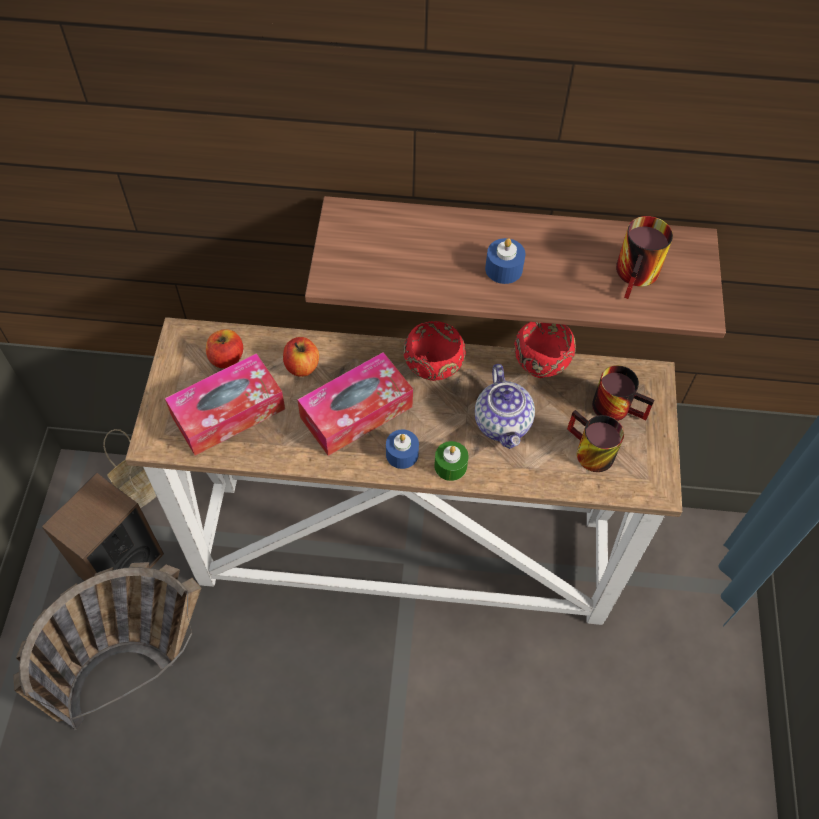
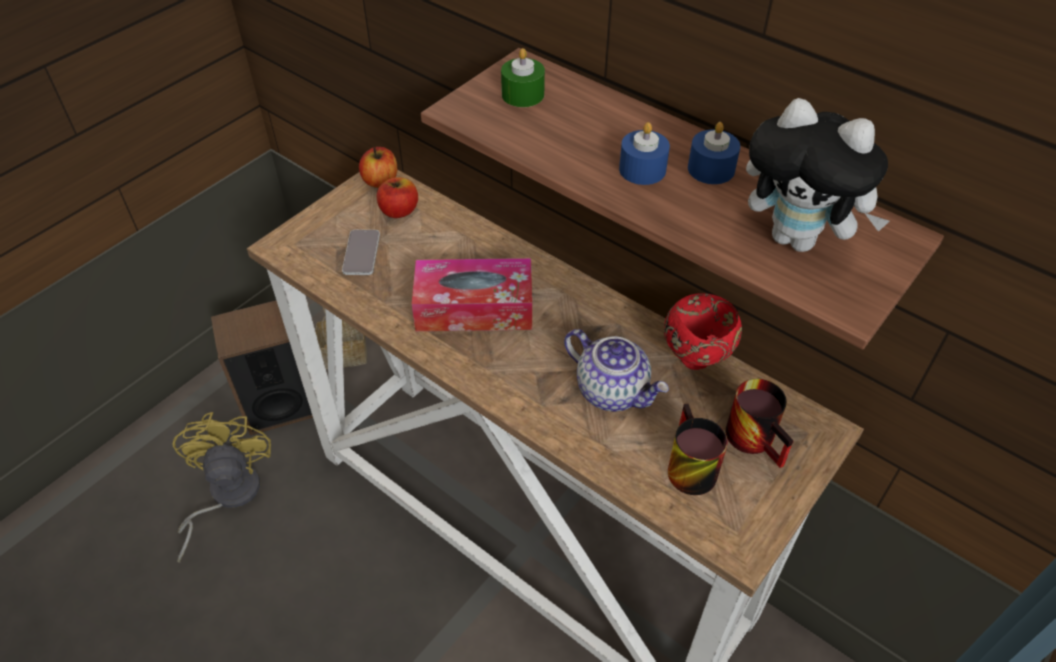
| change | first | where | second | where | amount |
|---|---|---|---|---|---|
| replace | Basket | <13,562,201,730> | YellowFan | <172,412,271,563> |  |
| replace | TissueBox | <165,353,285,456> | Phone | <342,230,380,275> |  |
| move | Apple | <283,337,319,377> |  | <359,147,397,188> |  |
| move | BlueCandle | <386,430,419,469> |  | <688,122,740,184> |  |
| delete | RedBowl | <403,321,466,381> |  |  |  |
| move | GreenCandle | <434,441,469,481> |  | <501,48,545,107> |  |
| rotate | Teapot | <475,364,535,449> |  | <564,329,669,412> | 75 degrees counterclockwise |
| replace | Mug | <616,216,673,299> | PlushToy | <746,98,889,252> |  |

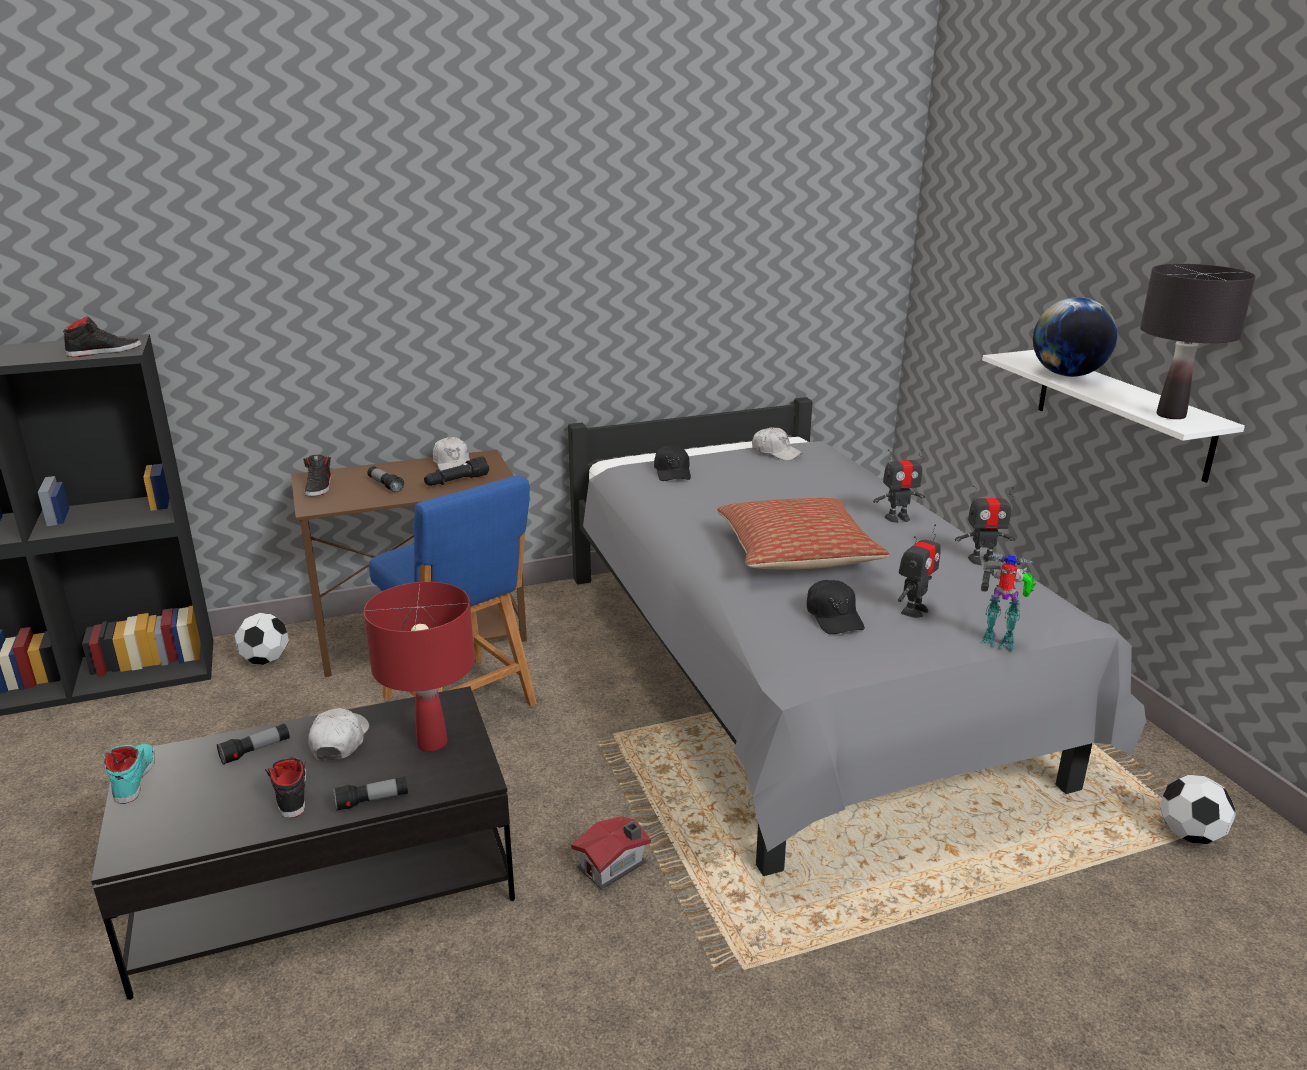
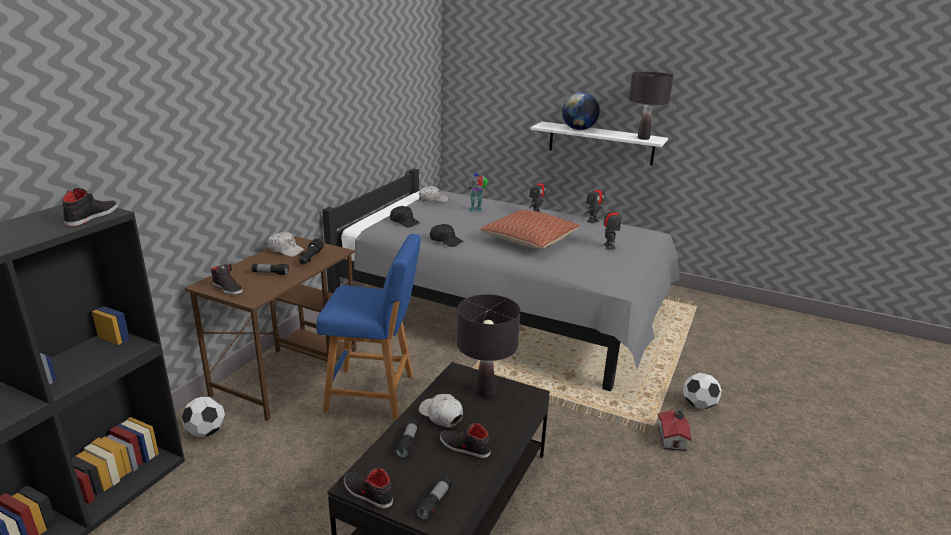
| change | first | where | second | where | amount |
|---|---|---|---|---|---|
| recolor | TurquoiseShoe | <102,744,155,804> | BlackShoe | <344,466,393,509> |  |
| move | Flashlight | <333,776,408,812> |  | <415,476,452,521> |  |
| recolor | RedTableLamp | <364,582,475,752> | BlackTableLamp | <457,294,521,397> |  |
| move | ToyHouse | <571,816,651,890> |  | <658,410,692,451> |  |
| move | BlackCap | <807,580,865,634> |  | <430,224,464,247> |  |
| move | ToyRobot | <980,553,1036,650> |  | <468,173,488,212> |  |
| move | Football | <1160,775,1236,844> |  | <683,373,722,409> |  |

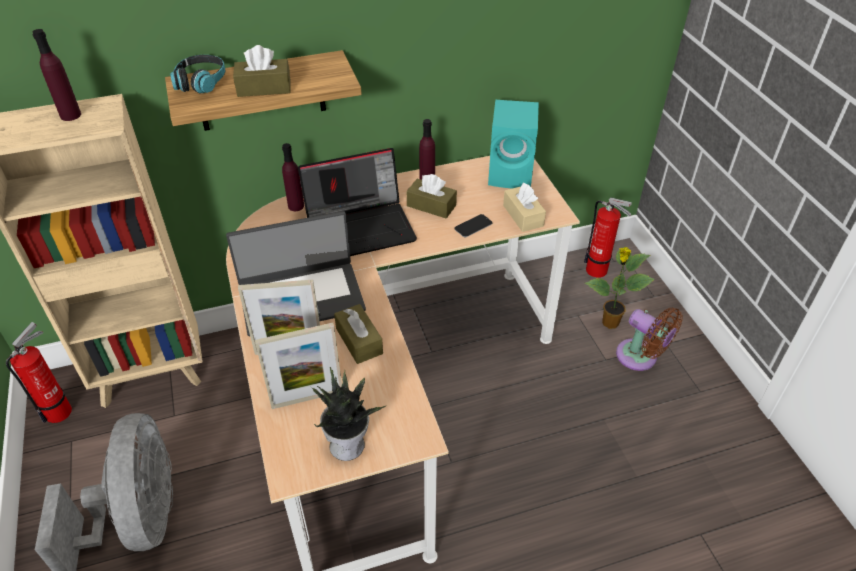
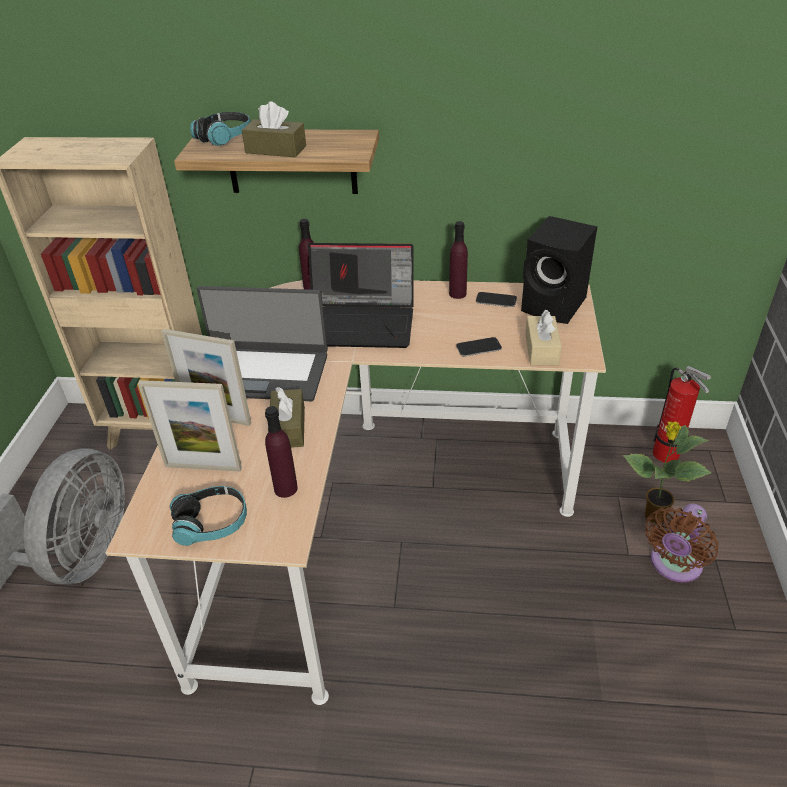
| change | first | where | second | where | amount |
|---|---|---|---|---|---|
| delete | FireExtinguisher | <6,322,72,423> |  |  |  |
| move | PurpleBottle | <33,29,81,121> |  | <265,406,298,498> |  |
| replace | PottedPlant | <312,367,387,461> | Headphones | <170,486,247,546> |  |
| delete | BrownTissueBox | <407,174,457,218> |  |  |  |
| recolor | TurquoiseSpeaker | <488,100,539,188> | BlackSpeaker | <521,216,597,324> |  |
| rotate | BrownFan | <616,308,683,371> |  | <645,504,718,582> | 60 degrees clockwise |
| insert |  |  | Phone | <476,292,517,307> |  |

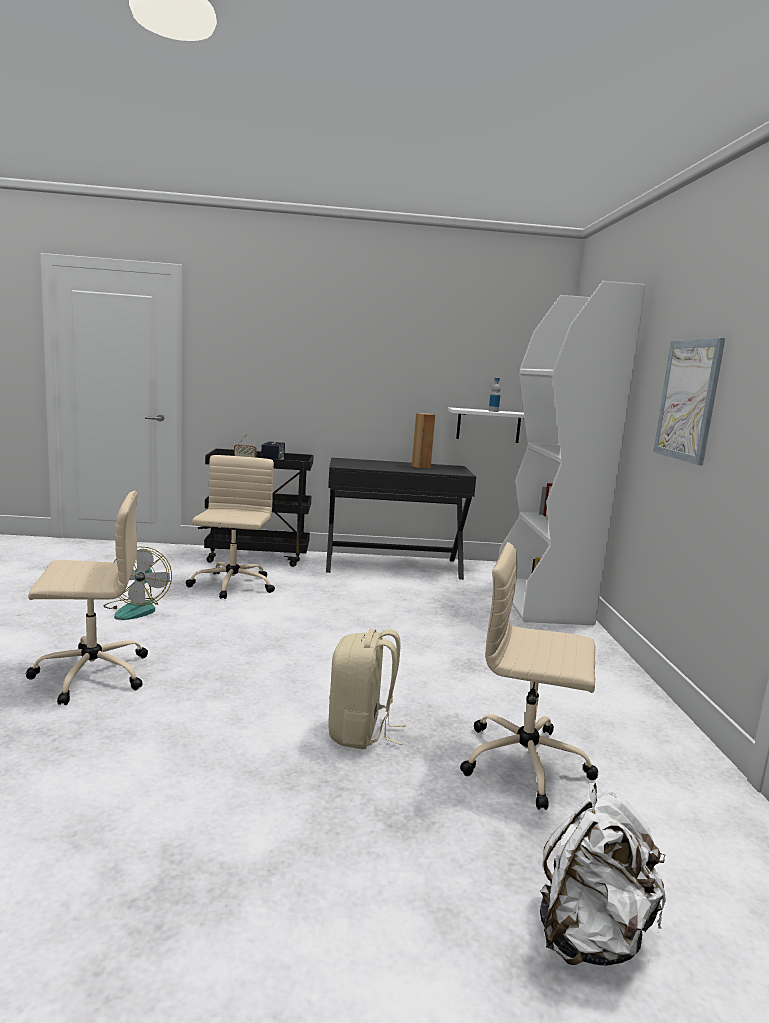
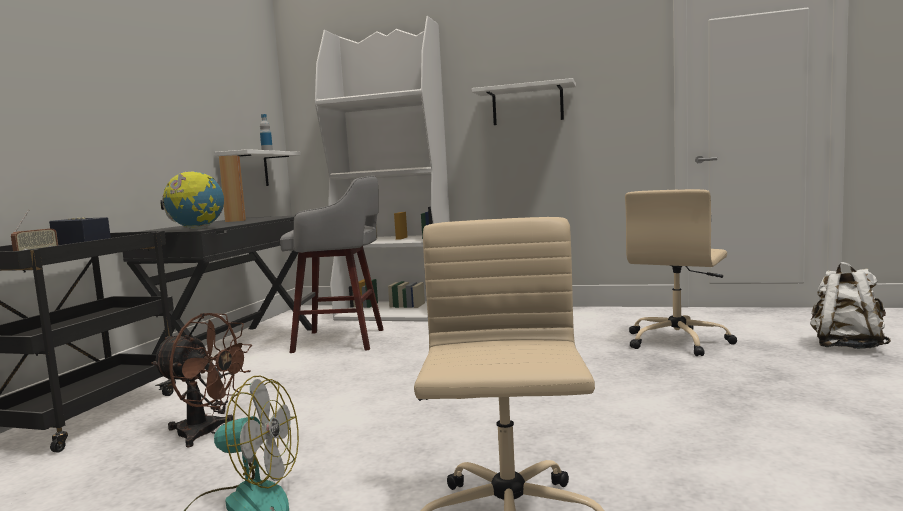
| change | first | where | second | where | amount |
|---|---|---|---|---|---|
| replace | BeigeOfficeChair | <186,455,275,599> | BrownFan | <151,313,252,447> |  |
| delete | BeigeBackpack | <328,629,406,750> |  |  |  |
| replace | Picture | <653,338,725,466> | WhiteShelf | <472,78,576,125> |  |
| insert |  |  | Globe | <160,171,224,229> |  |
| insert |  |  | GreyStool | <280,176,384,353> |  |

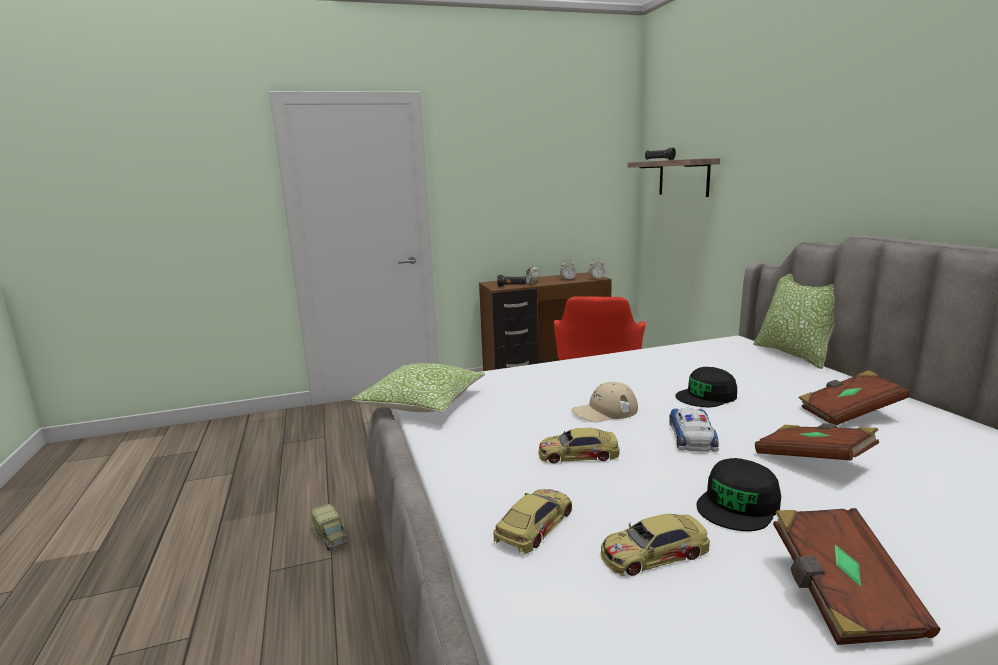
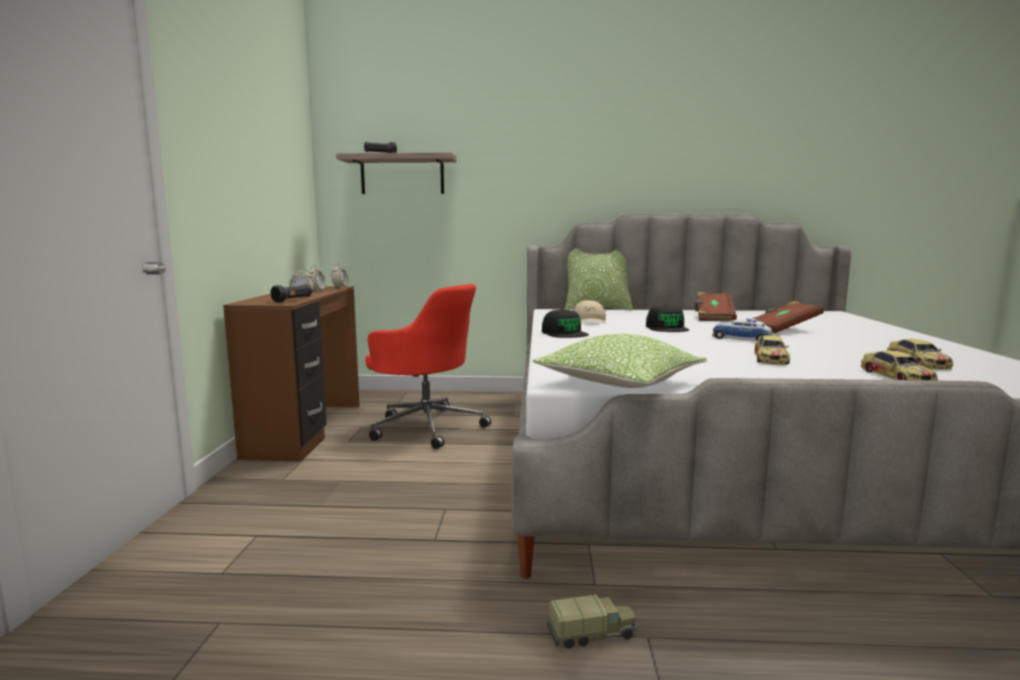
| change | first | where | second | where | amount |
|---|---|---|---|---|---|
| rotate | ToyCar | <493,489,572,554> |  | <861,350,938,381> | 150 degrees counterclockwise |
| move | BeigeCap | <571,382,638,422> |  | <572,300,606,323> |  |
| move | BlackCap | <696,458,781,531> |  | <542,309,589,338> |  |
| delete | BrownBook | <773,508,941,645> |  |  |  |

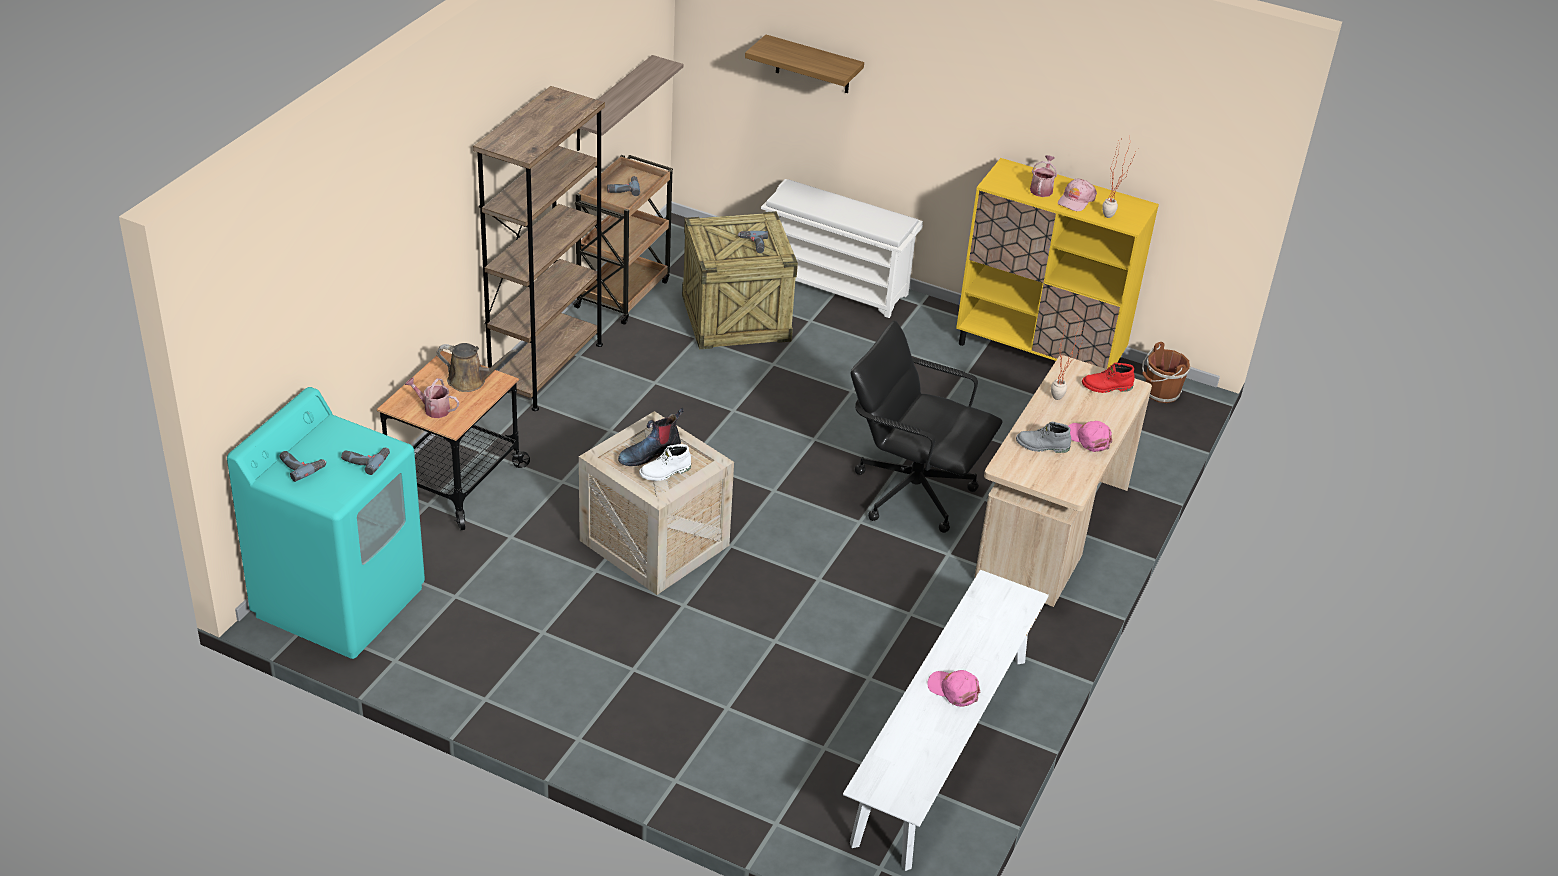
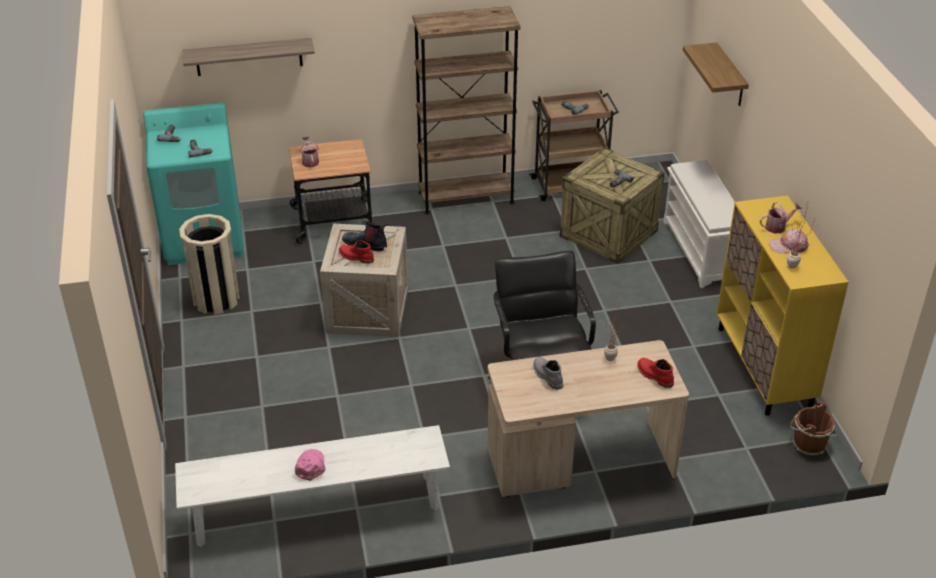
| change | first | where | second | where | amount |
|---|---|---|---|---|---|
| delete | BrownWateringCan | <436,343,517,392> |  |  |  |
| move | Shelf | <577,55,684,151> |  | <182,38,315,76> |  |
| recolor | WhiteBoot | <639,444,691,481> | RedBoot | <339,240,374,264> |  |
| delete | PinkCap | <1068,421,1112,452> |  |  |  |
| insert |  |  | BeigeTrashCan | <179,214,240,314> |  |

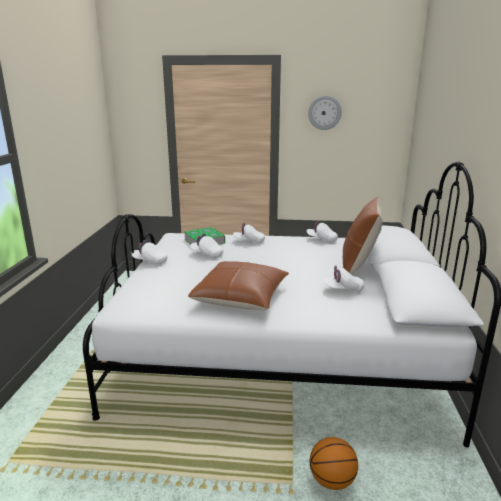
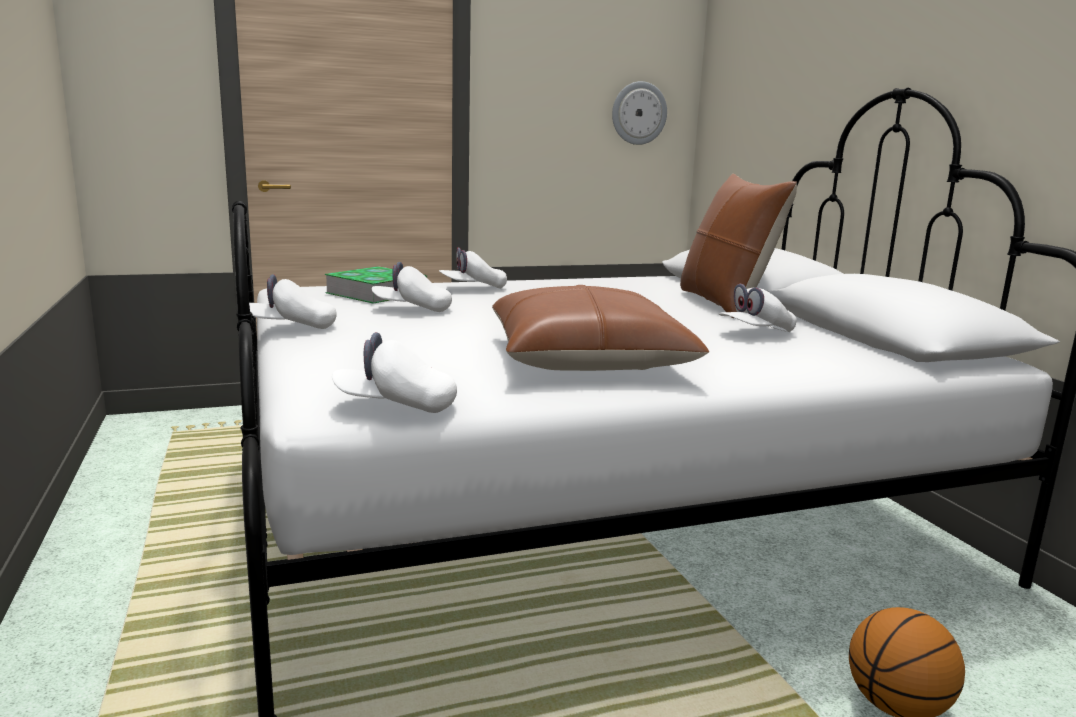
| change | first | where | second | where | amount |
|---|---|---|---|---|---|
| move | WhiteCap | <307,220,338,242> |  | <332,332,457,413> |  |
| move | WallClock | <308,96,342,130> |  | <612,81,667,145> |  |

